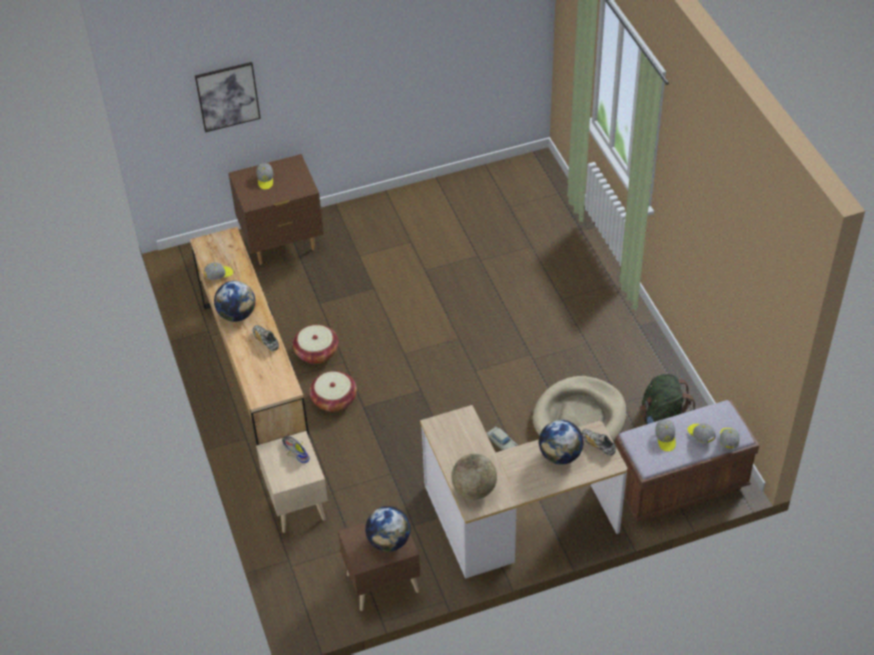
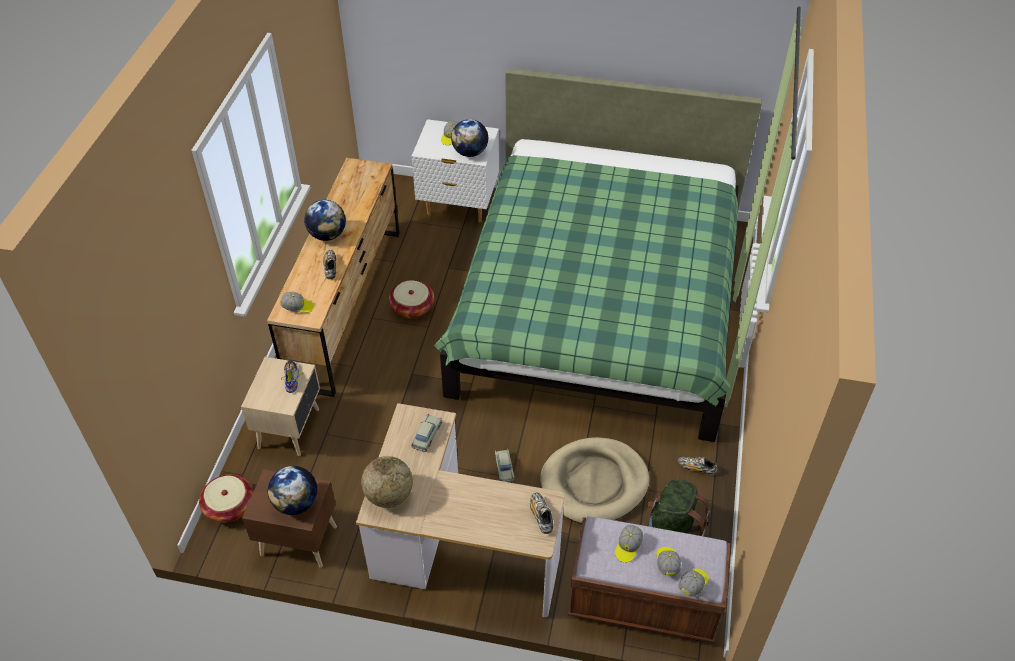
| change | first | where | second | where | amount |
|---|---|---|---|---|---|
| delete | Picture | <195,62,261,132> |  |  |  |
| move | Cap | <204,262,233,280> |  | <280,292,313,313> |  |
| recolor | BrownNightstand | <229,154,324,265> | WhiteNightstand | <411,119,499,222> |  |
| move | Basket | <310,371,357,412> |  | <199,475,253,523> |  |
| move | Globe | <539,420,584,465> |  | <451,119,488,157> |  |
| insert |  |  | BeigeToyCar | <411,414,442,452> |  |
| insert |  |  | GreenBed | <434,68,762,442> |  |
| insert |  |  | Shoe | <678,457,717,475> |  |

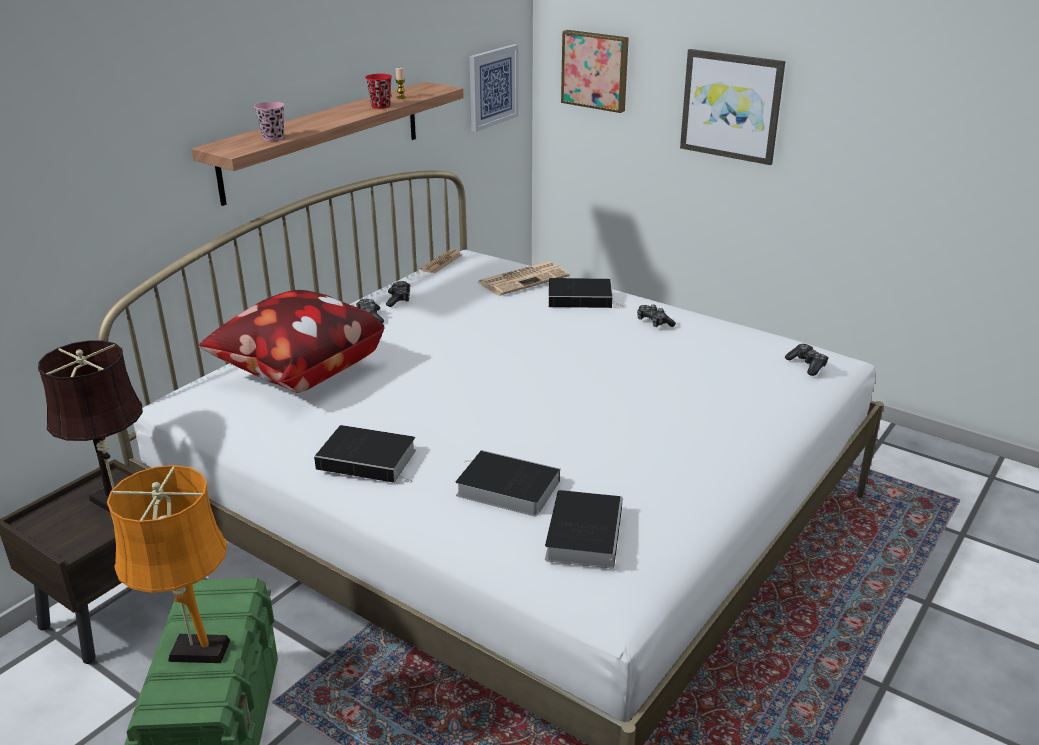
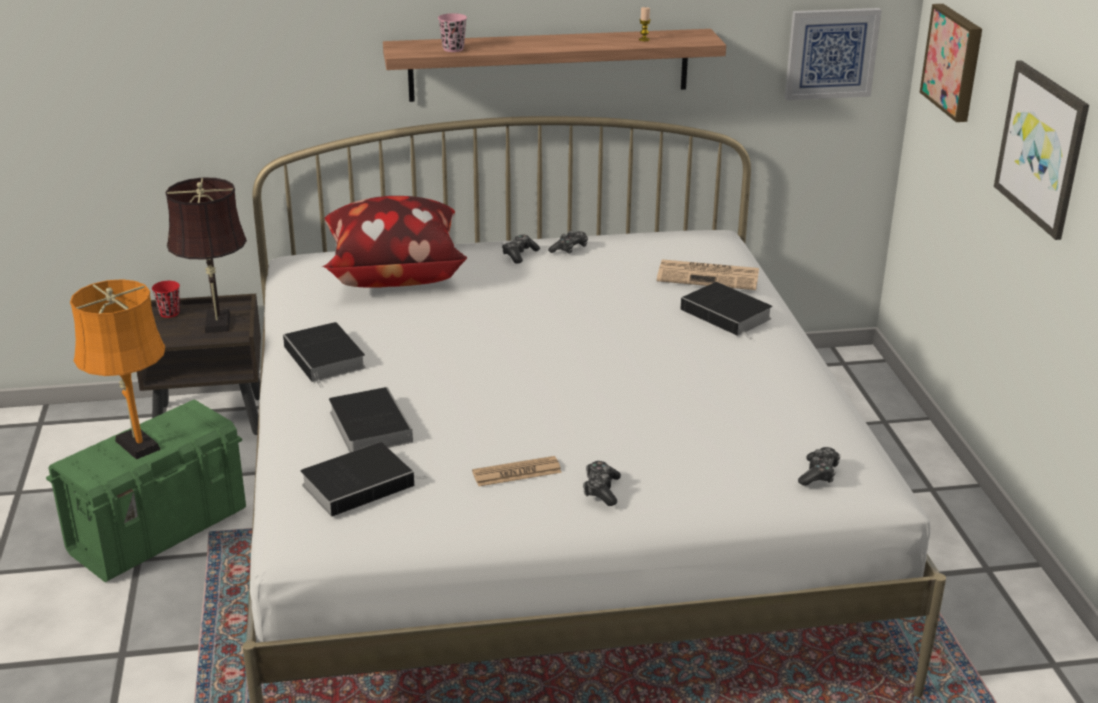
| change | first | where | second | where | amount |
|---|---|---|---|---|---|
| move | RedCup | <365,74,392,109> |  | <152,281,180,318> |  |
| move | Newspaper | <420,249,462,273> |  | <472,456,562,486> |  |
| move | GameController | <637,305,676,327> |  | <583,461,621,506> |  |

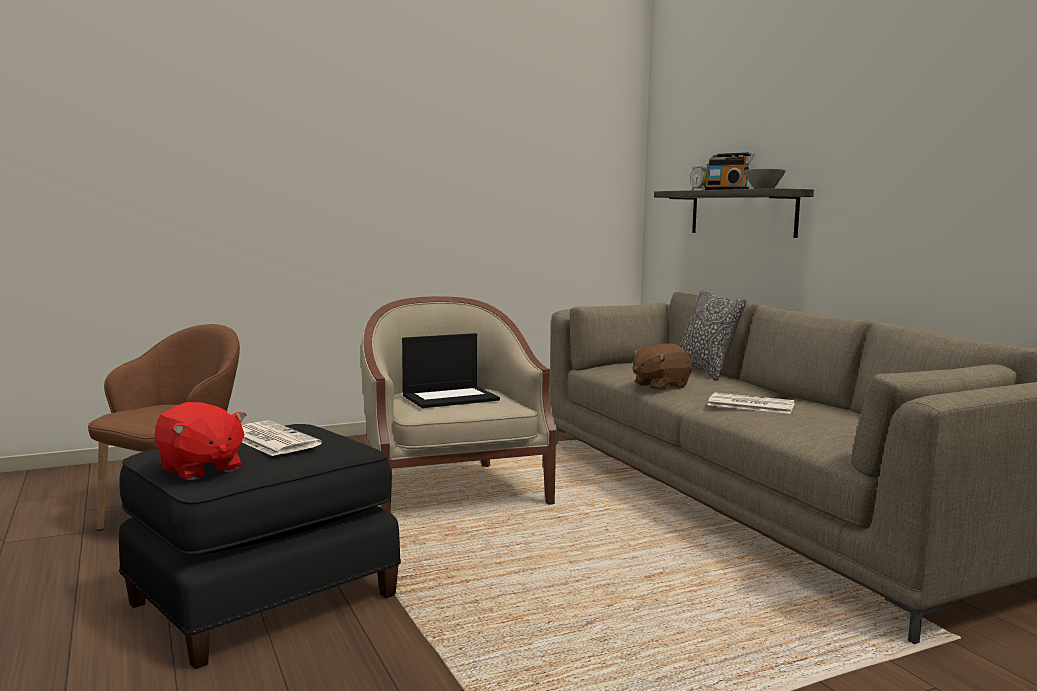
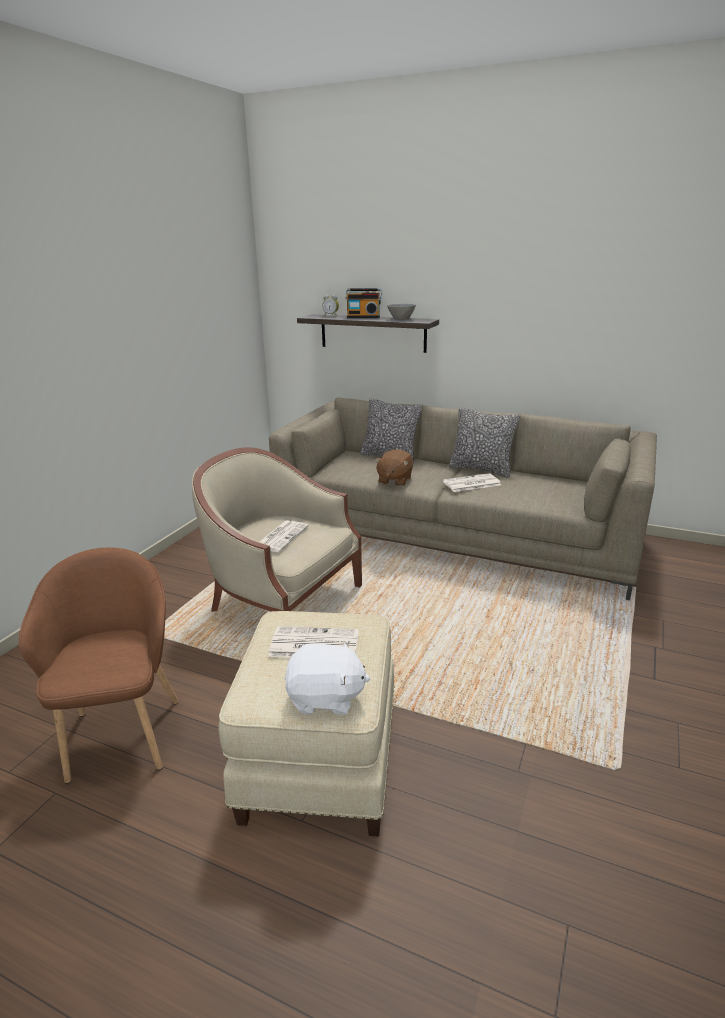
| change | first | where | second | where | amount |
|---|---|---|---|---|---|
| recolor | BlackOttoman | <119,424,401,669> | BeigeOttoman | <218,611,395,837> |  |
| recolor | RedPlushToy | <155,402,247,480> | WhitePlushToy | <284,640,370,715> |  |
| replace | Laptop | <402,333,500,408> | Newspaper | <260,521,309,552> |  |
| insert |  |  | Pillow | <449,407,520,478> |  |

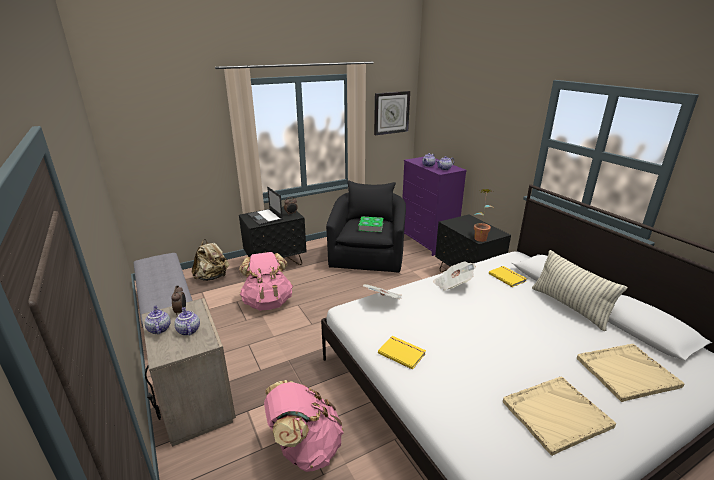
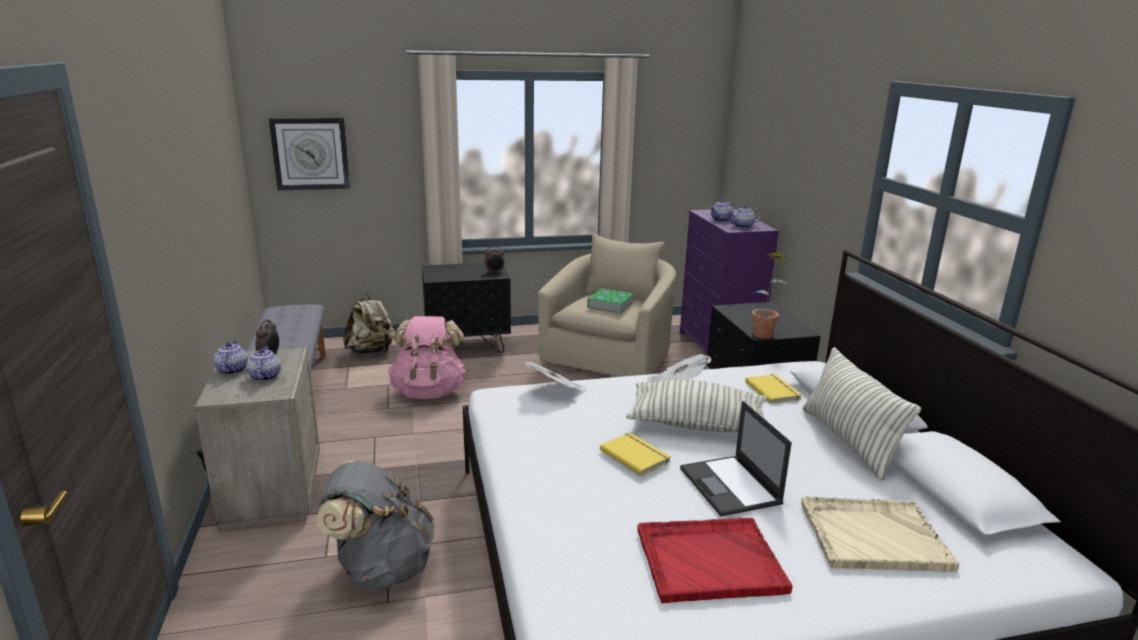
| change | first | where | second | where | amount |
|---|---|---|---|---|---|
| move | Laptop | <247,187,283,226> |  | <680,401,792,517> |  |
| recolor | PinkBackpack | <264,380,344,472> | GreyBackpack | <317,461,435,589> |  |
| recolor | BlackArmchair | <326,181,406,273> | BeigeArmchair | <538,234,676,377> |  |
| move | WallClock | <374,91,410,135> |  | <269,118,350,190> |  |
| move | YellowBook | <378,336,426,370> |  | <600,433,671,476> |  |
| recolor | BeigeTray | <503,377,616,456> | RedTray | <637,518,792,604> |  |
| insert |  |  | Pillow | <626,380,767,432> |  |

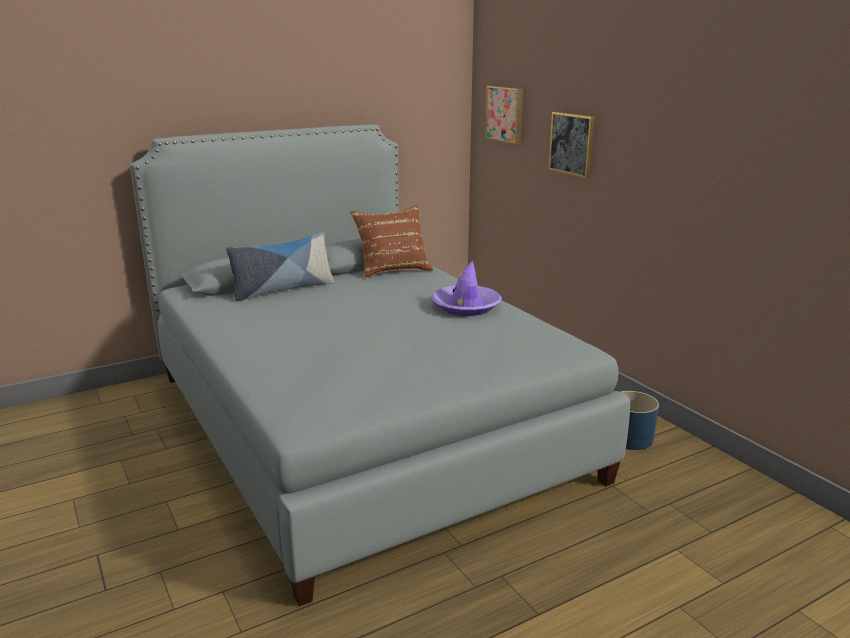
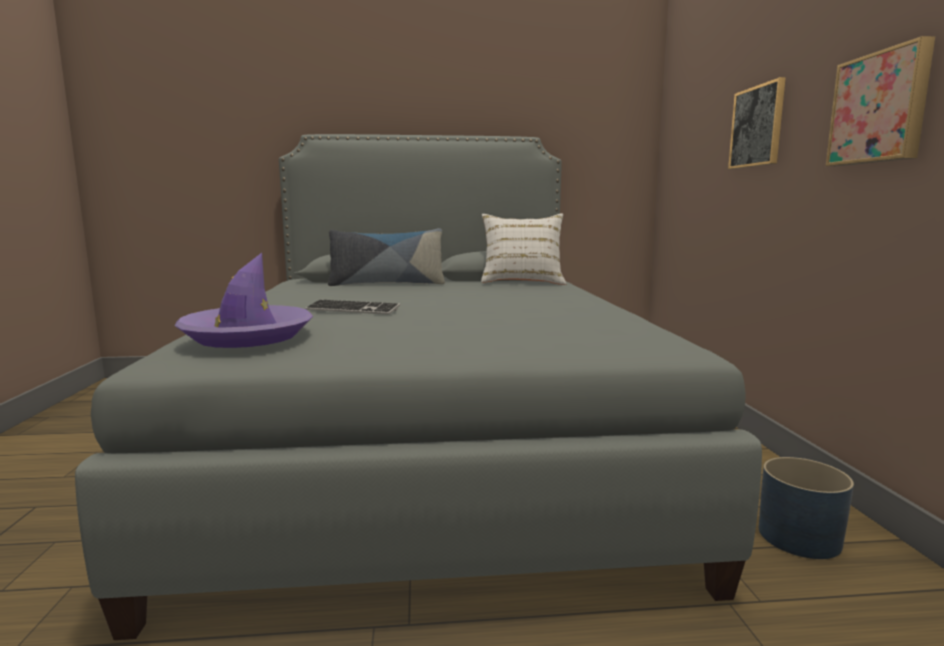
| change | first | where | second | where | amount |
|---|---|---|---|---|---|
| recolor | BrownPillow | <350,204,433,278> | WhitePillow | <481,213,566,285> |  |
| move | PurpleHat | <431,260,502,316> |  | <175,253,313,348> |  |
| move | Picture | <485,86,523,144> |  | <825,36,935,166> |  |
| insert |  |  | Keyboard | <306,300,400,315> |  |

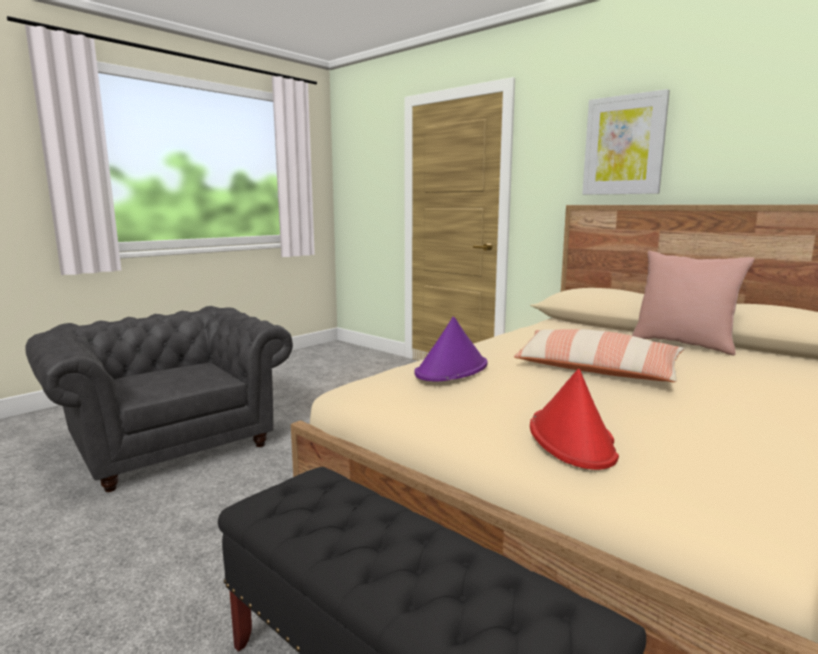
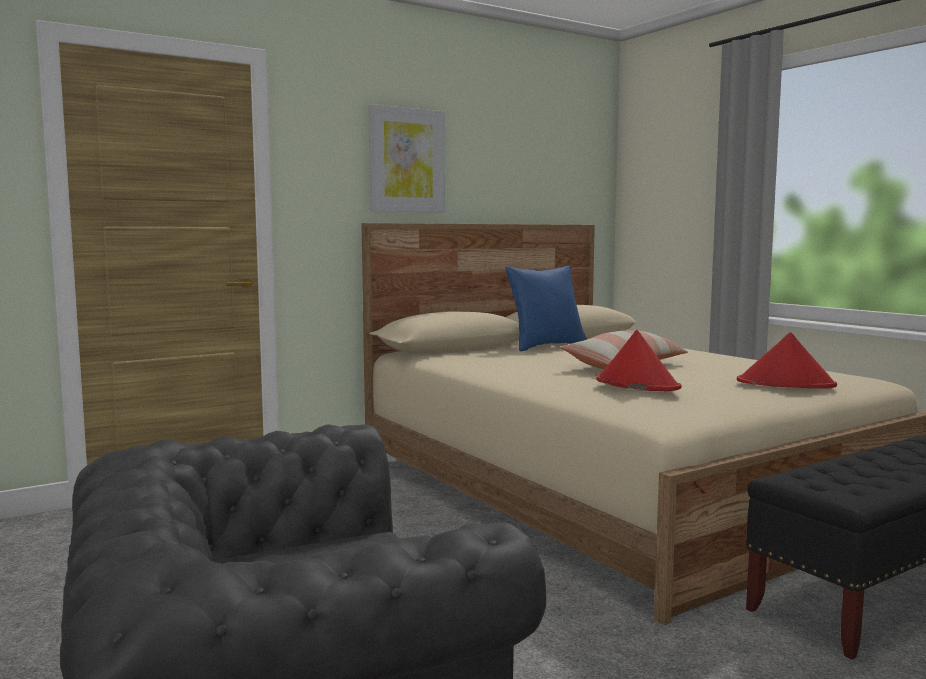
| change | first | where | second | where | amount |
|---|---|---|---|---|---|
| recolor | PurpleHat | <414,317,488,381> | RedHat | <596,330,682,391> |  |
| recolor | PinkPillow | <632,251,754,355> | BluePillow | <505,266,587,352> |  |

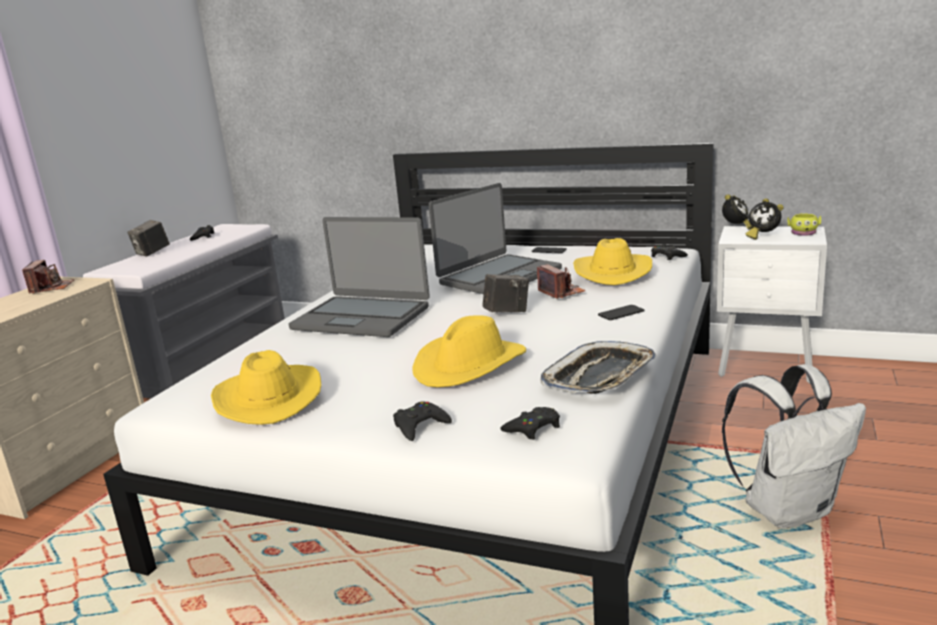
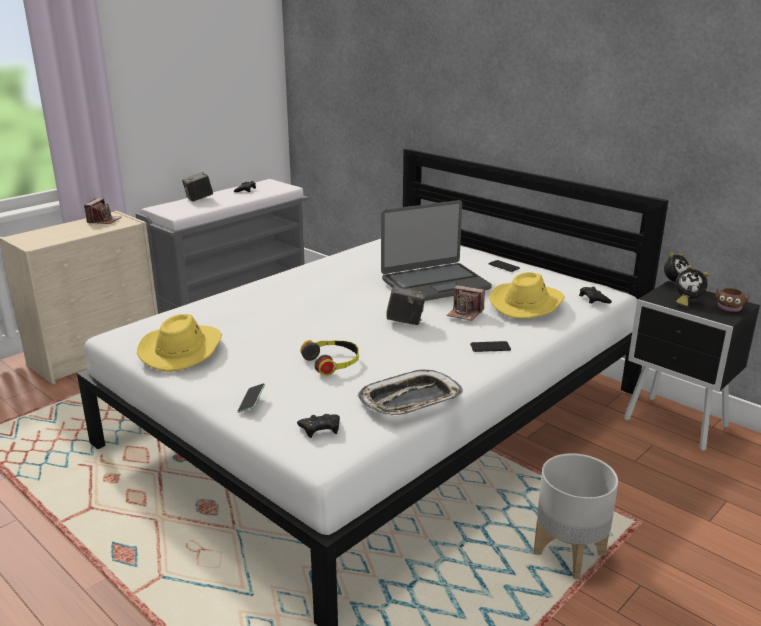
| change | first | where | second | where | amount |
|---|---|---|---|---|---|
| delete | Laptop | <289,217,430,337> |  |  |  |
| replace | BlackGameController | <393,401,452,441> | Phone | <237,383,265,413> |  |
| replace | YellowHat | <413,315,526,387> | Headphones | <300,340,359,376> |  |
| rotate | PhotoCamera | <537,264,586,299> |  | <447,285,485,321> | 120 degrees clockwise |
| recolor | WhiteNightstand | <717,226,827,384> | BlackNightstand | <624,281,760,451> |  |
| replace | WhiteBackpack | <722,364,866,529> | GreyPlanter | <534,453,618,579> |  |
| rotate | AlarmClock | <746,198,784,240> |  | <676,265,709,307> | 45 degrees counterclockwise |
| recolor | YellowMug | <787,213,821,236> | BrownMug | <715,288,749,312> |  |

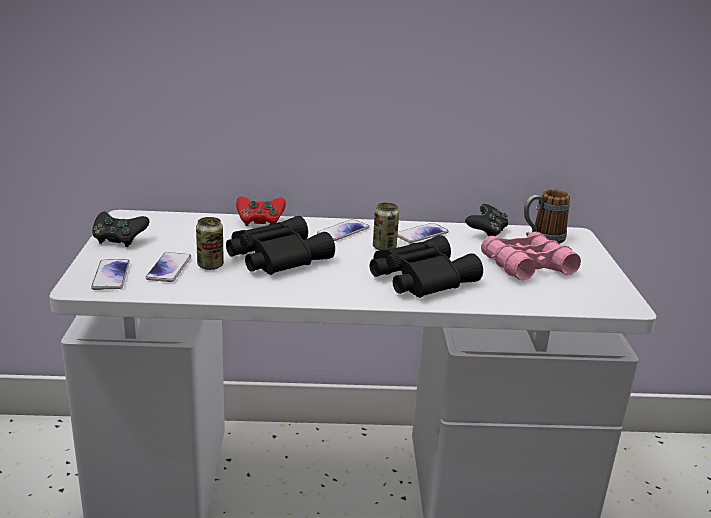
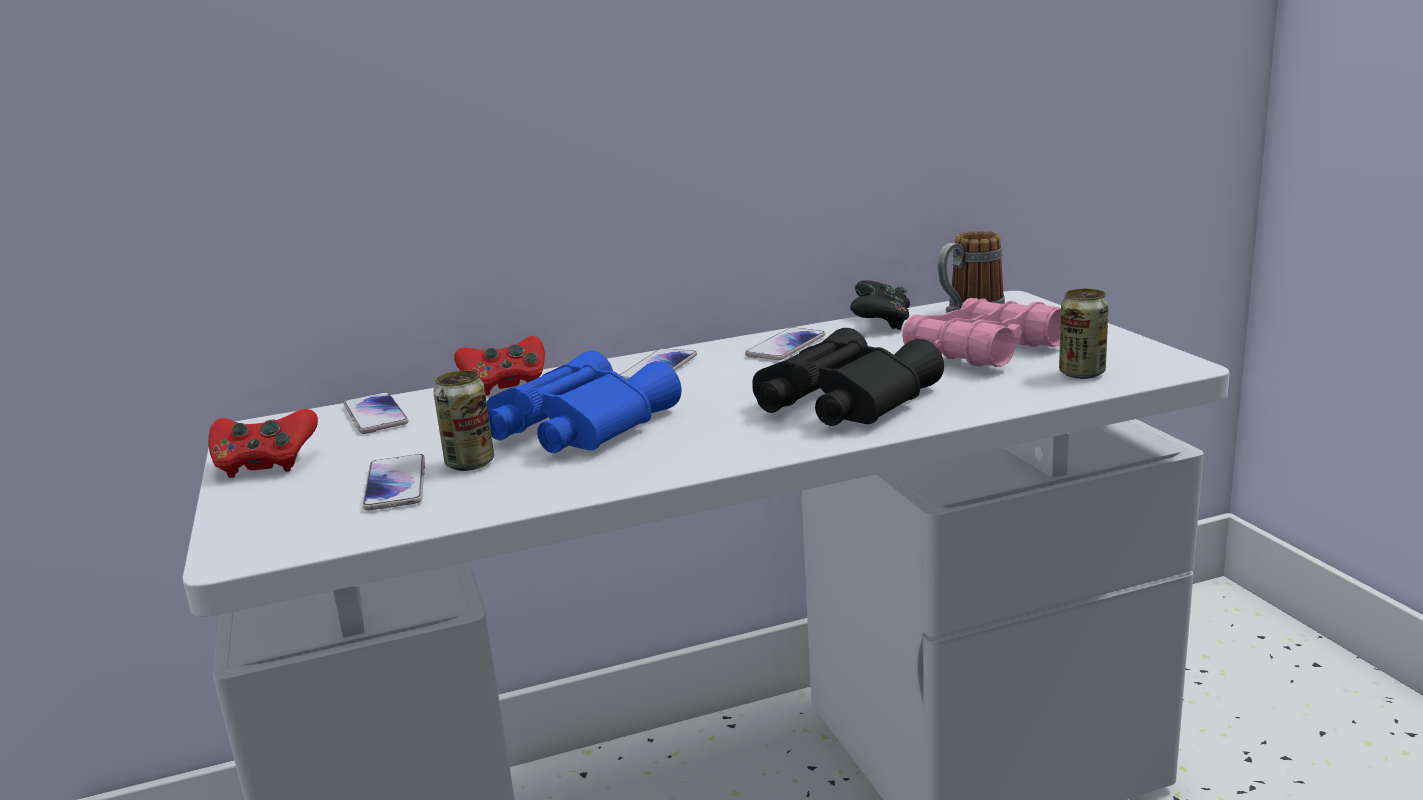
| change | first | where | second | where | amount |
|---|---|---|---|---|---|
| move | Phone | <91,259,130,290> |  | <343,392,409,434> |  |
| recolor | BlackGameController | <93,211,149,247> | RedGameController | <208,409,318,478> |  |
| recolor | BlackBinoculars | <226,216,335,275> | BlueBinoculars | <487,350,681,453> |  |
| move | Can | <373,202,399,250> |  | <1059,289,1109,379> |  |

